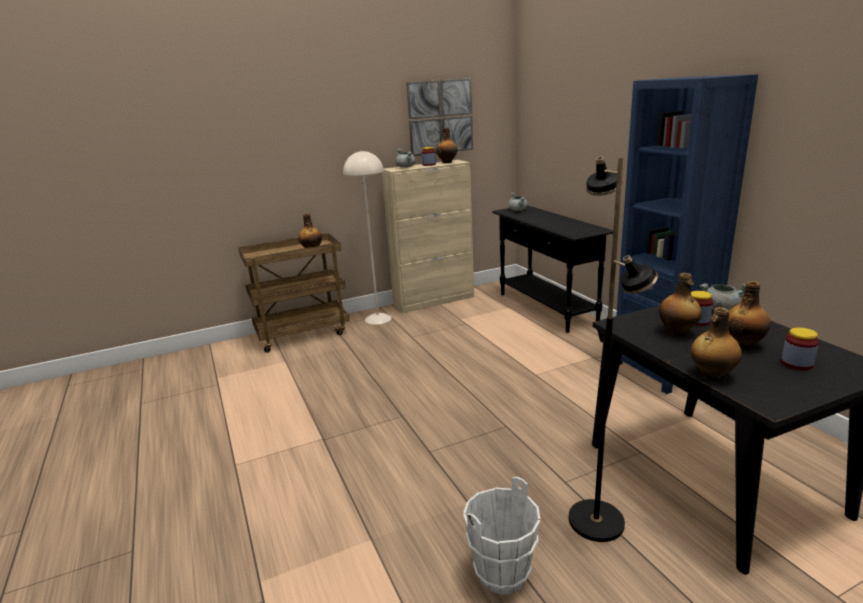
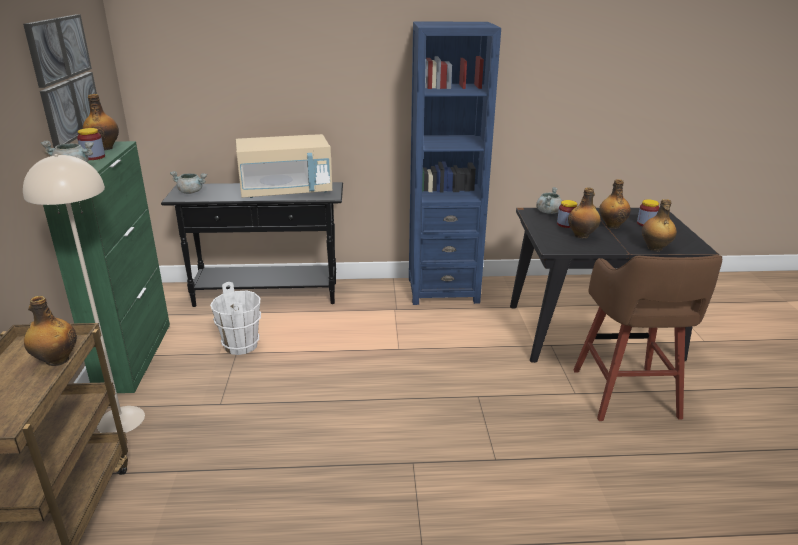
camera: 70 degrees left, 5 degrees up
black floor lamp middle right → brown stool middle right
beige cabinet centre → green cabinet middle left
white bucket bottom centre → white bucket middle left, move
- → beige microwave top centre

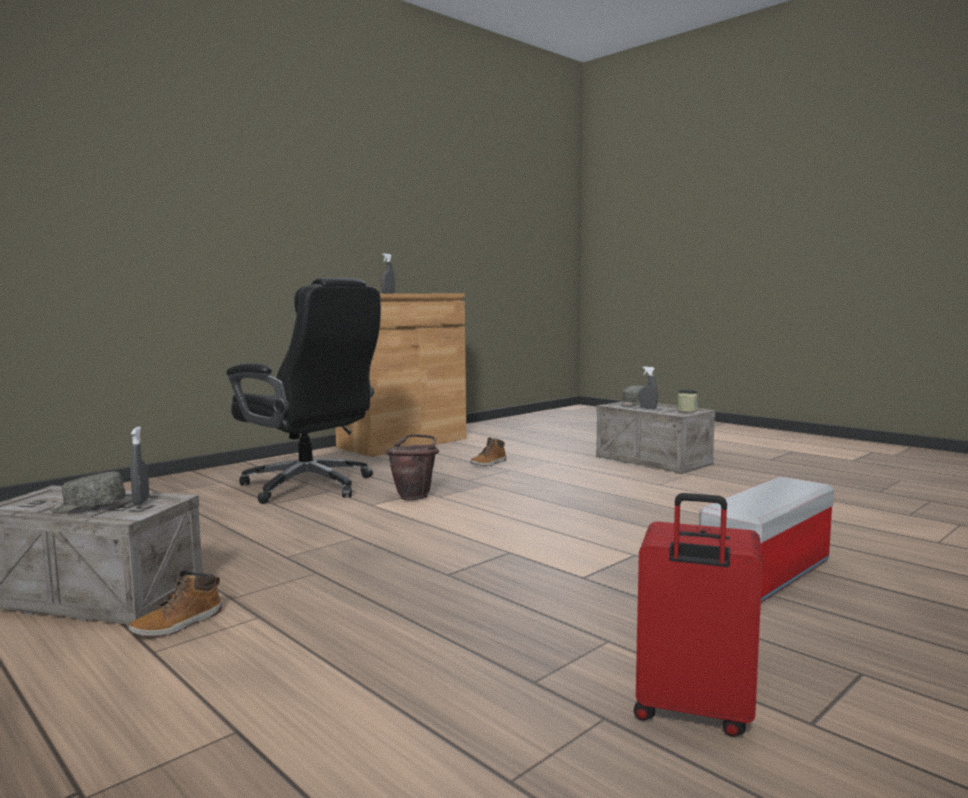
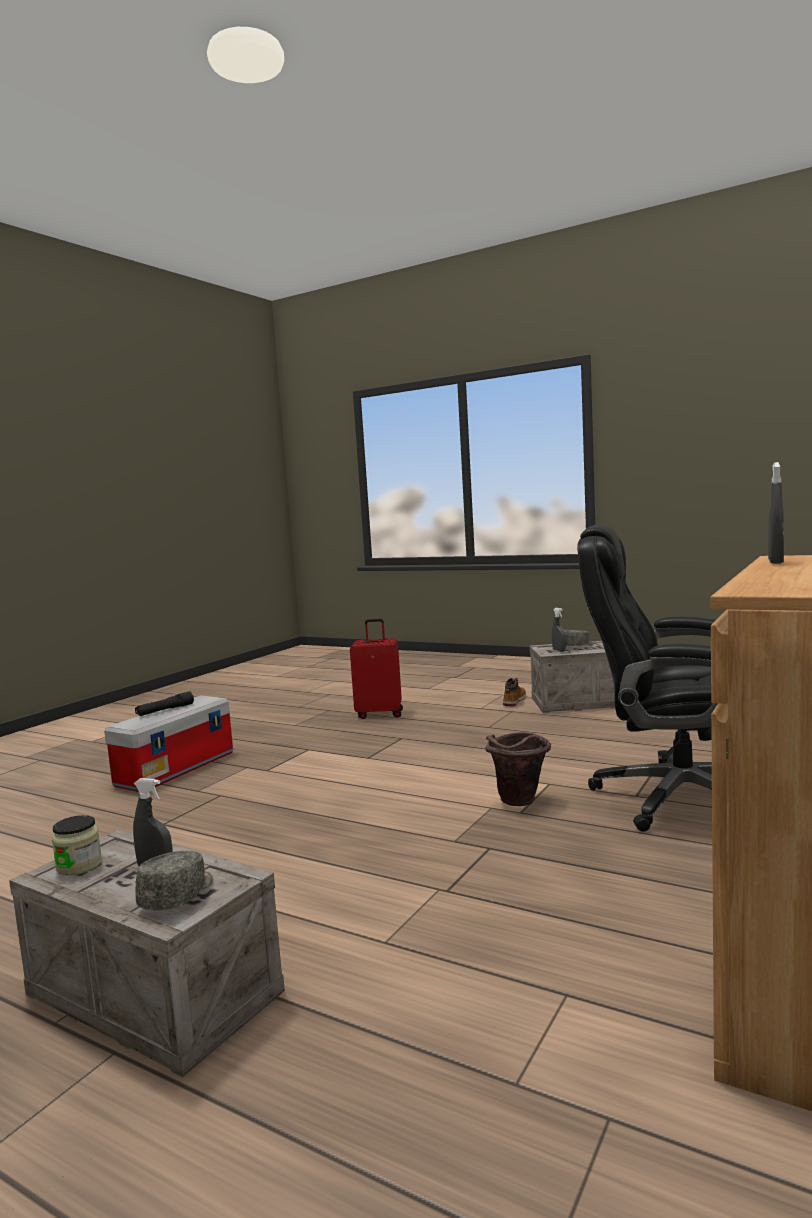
camera: 165 degrees right, 0 degrees up
boot (2nd from left) centre → -
red suitcase bottom right → red suitcase centre, move
- → black flashlight middle left

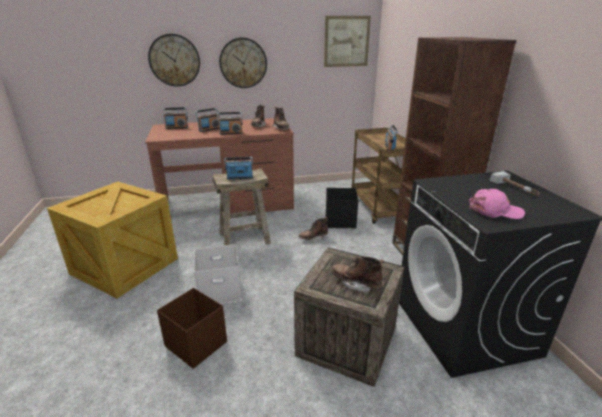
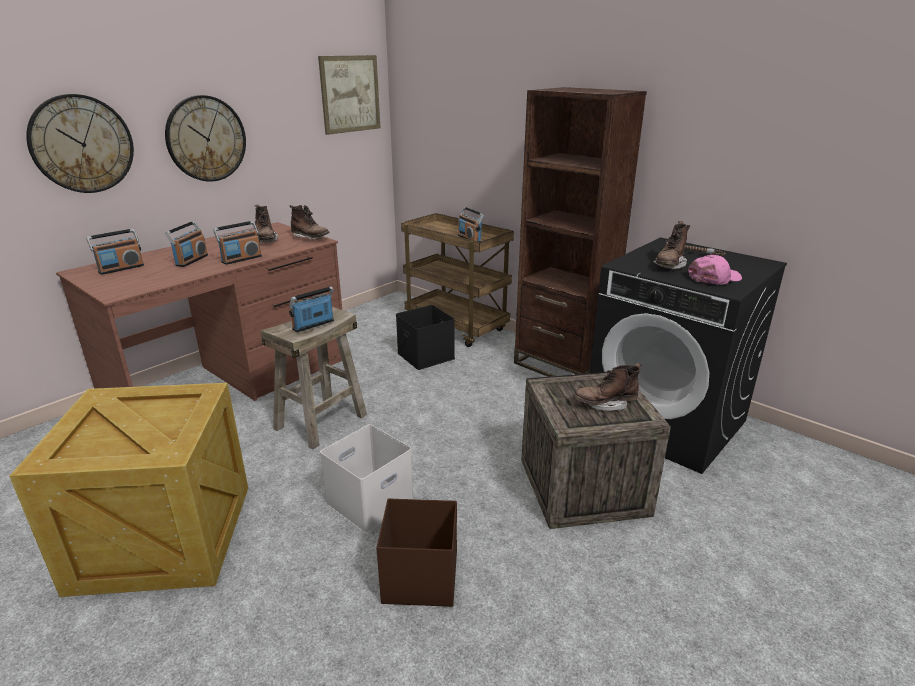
camera: 35 degrees left, 0 degrees up
brown boot (3rd from left in the first image) centre → brown boot (4th from left) middle right, move

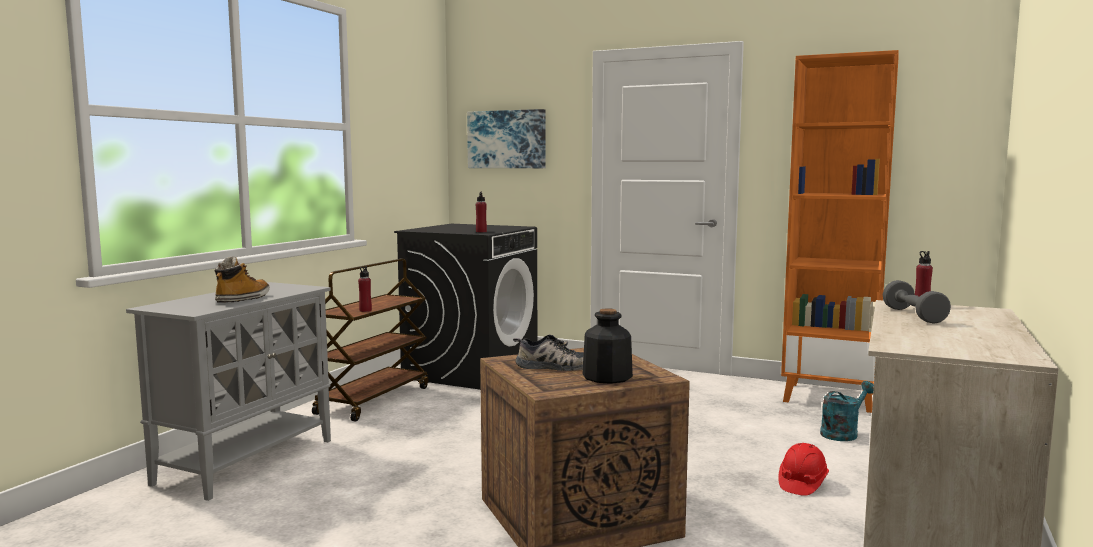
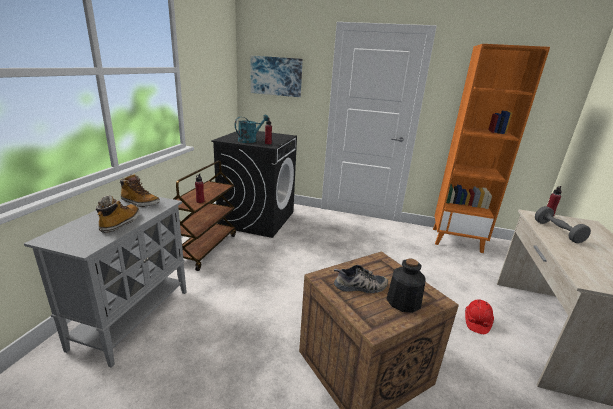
camera: 10 degrees left, 15 degrees up
turquoise watering can bottom right → turquoise watering can top centre, move
- → boot (2nd from left) middle left

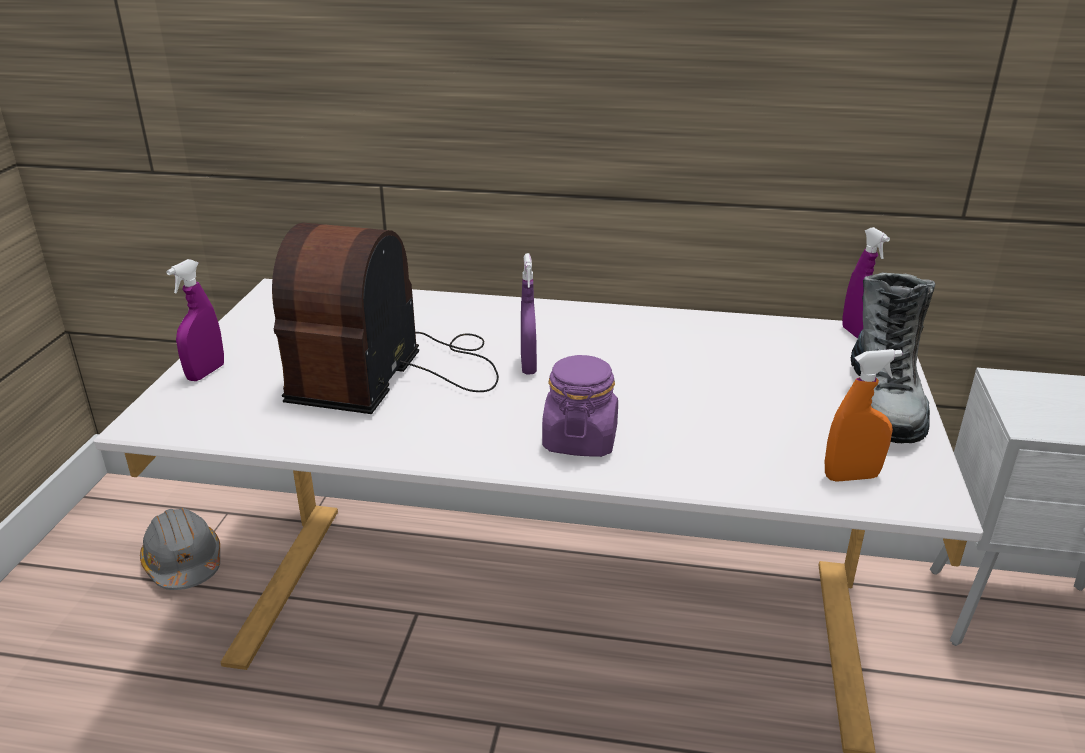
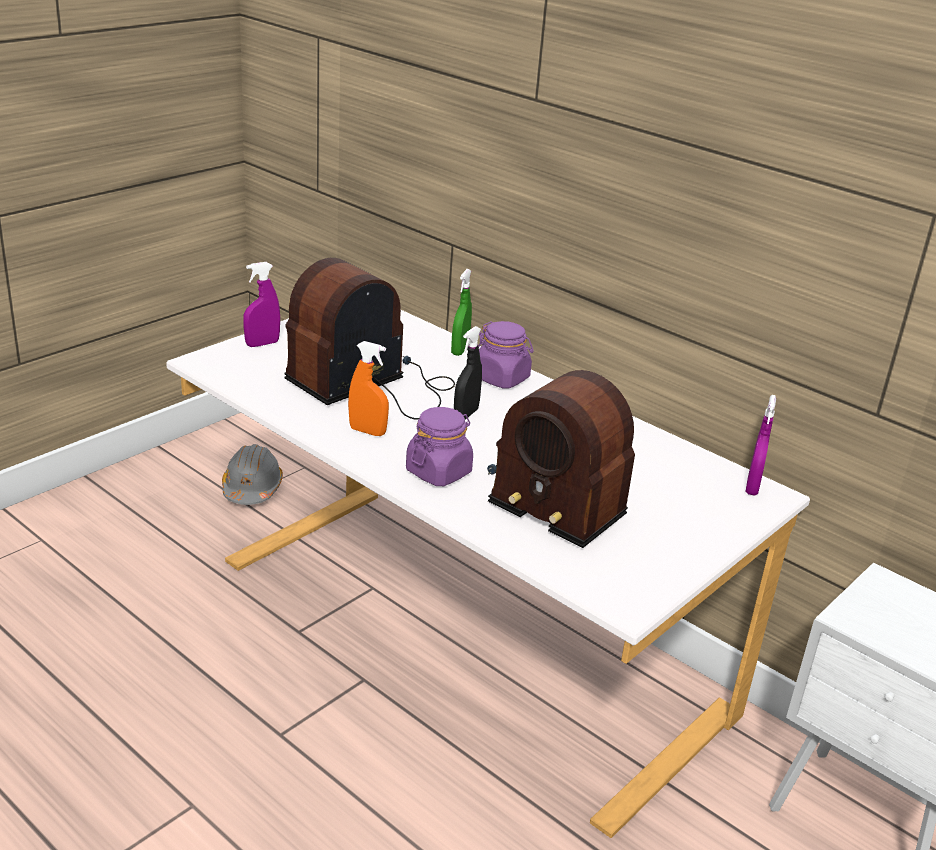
camera: 30 degrees right, 0 degrees up
purple spray bottle (2nd from left) centre → black spray bottle centre
boot middle right → -
orange spray bottle middle right → orange spray bottle centre, move
- → green spray bottle centre
- → purple jar (2nd from left) centre
- → radio (2nd from left) centre

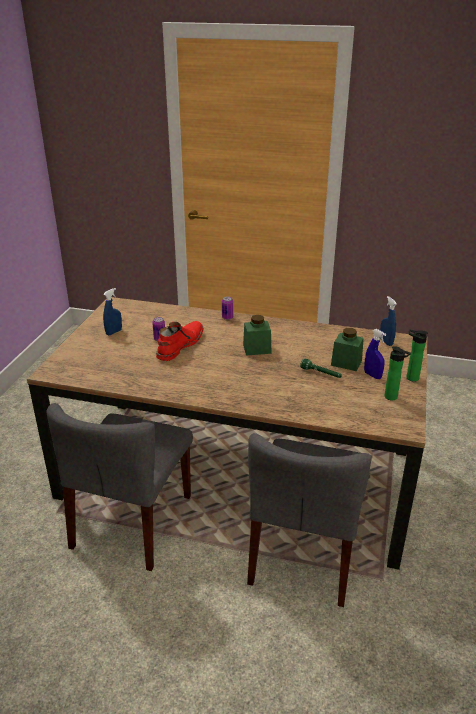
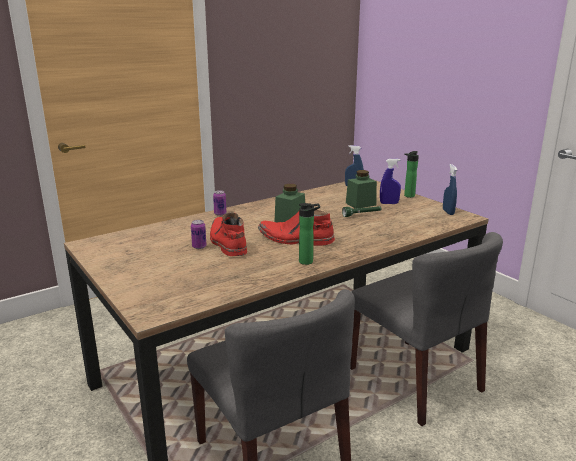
camera: 50 degrees left, 10 degrees down
blue spray bottle (1st from left in the first image) middle left → blue spray bottle (3rd from left) middle right, move
bottle (1st from left) middle right → bottle (1st from left) centre, move
- → red boot (2nd from left) centre

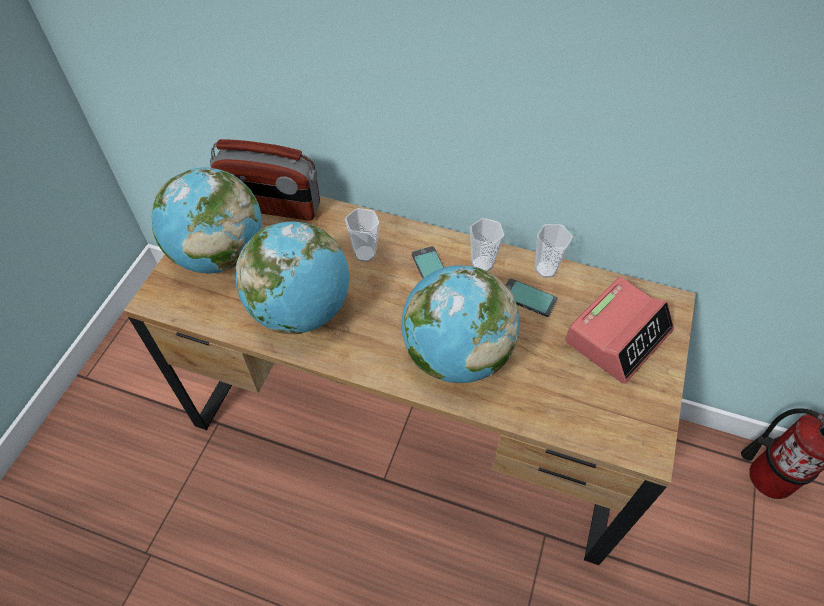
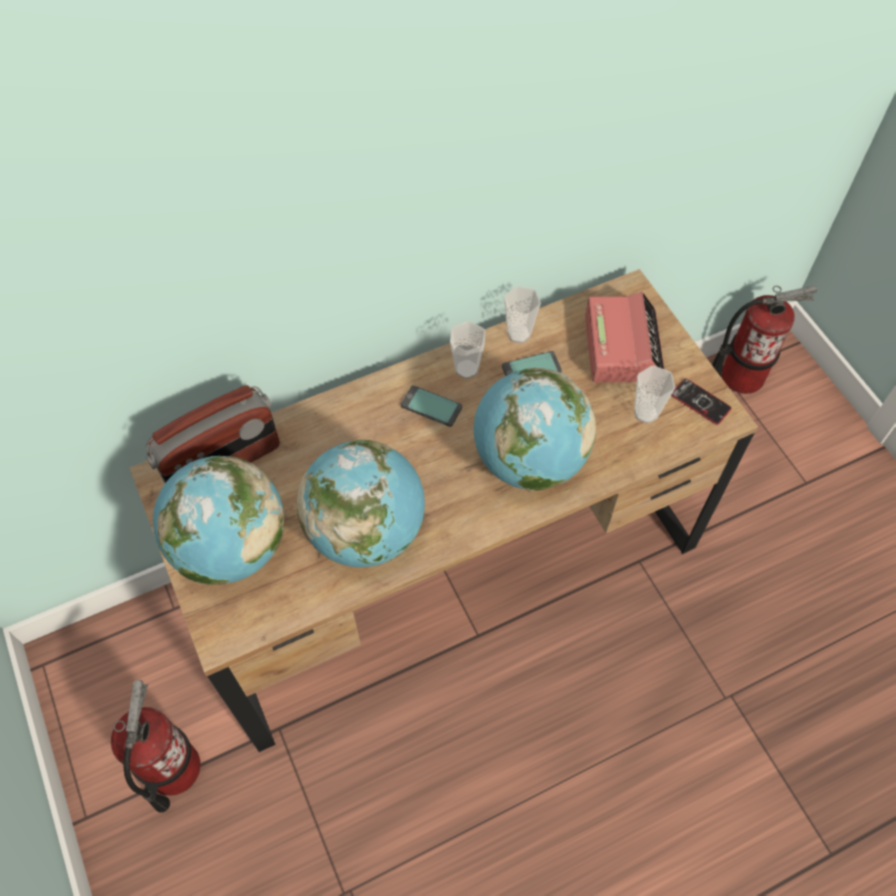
camera: 45 degrees left, 5 degrees up
cup (1st from left in the first image) centre → cup (3rd from left) middle right, move
- → phone (3rd from left) middle right
- → fire extinguisher (1st from left) bottom left

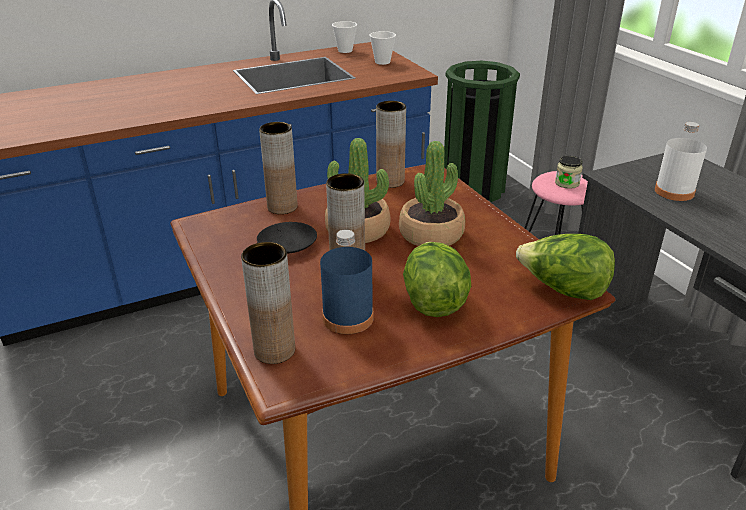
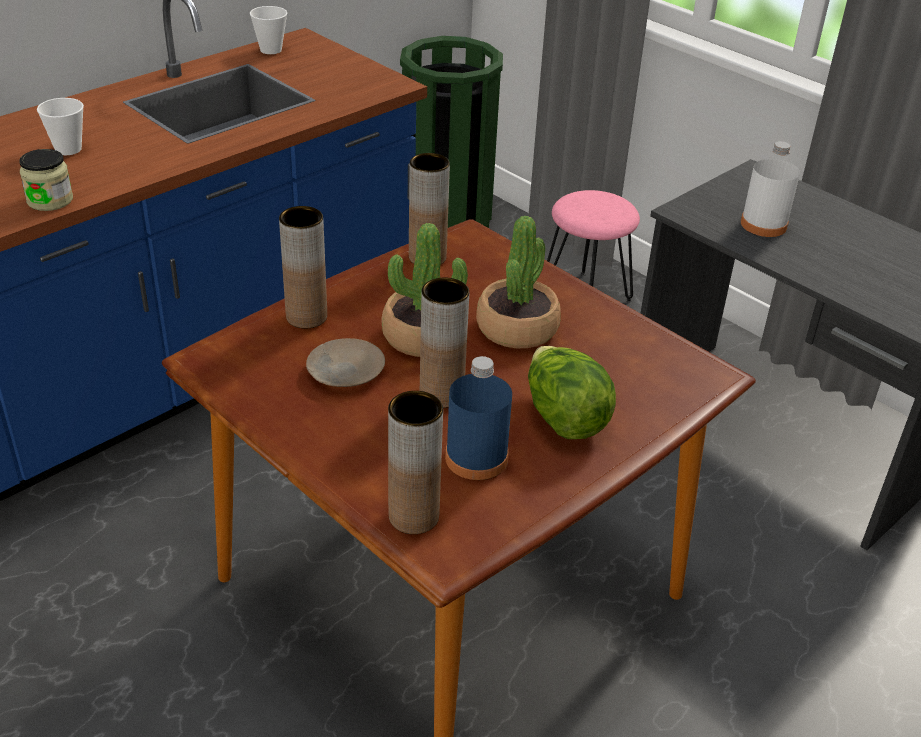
camera: 20 degrees left, 5 degrees up
cup (2nd from left in the first image) top centre → cup (1st from left) top left, move
jar middle right → jar top left, move
black plate centre → beige plate centre
lettuce (2nd from left) middle right → -

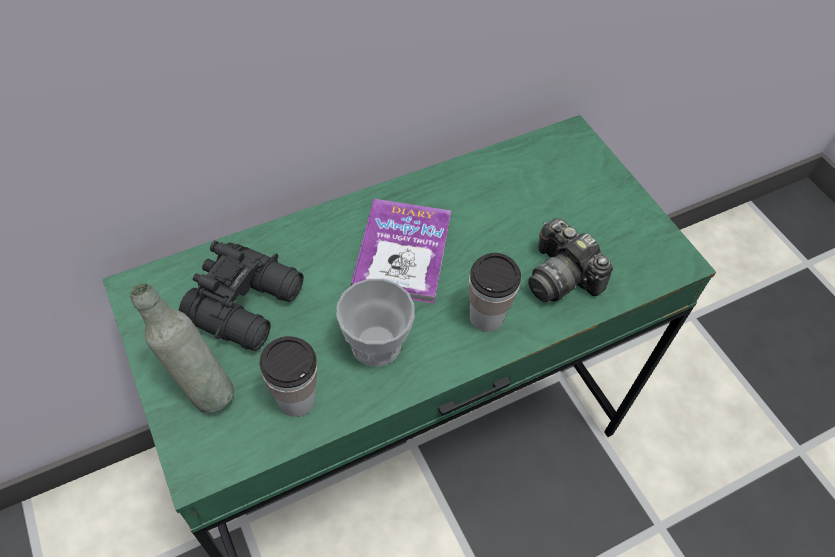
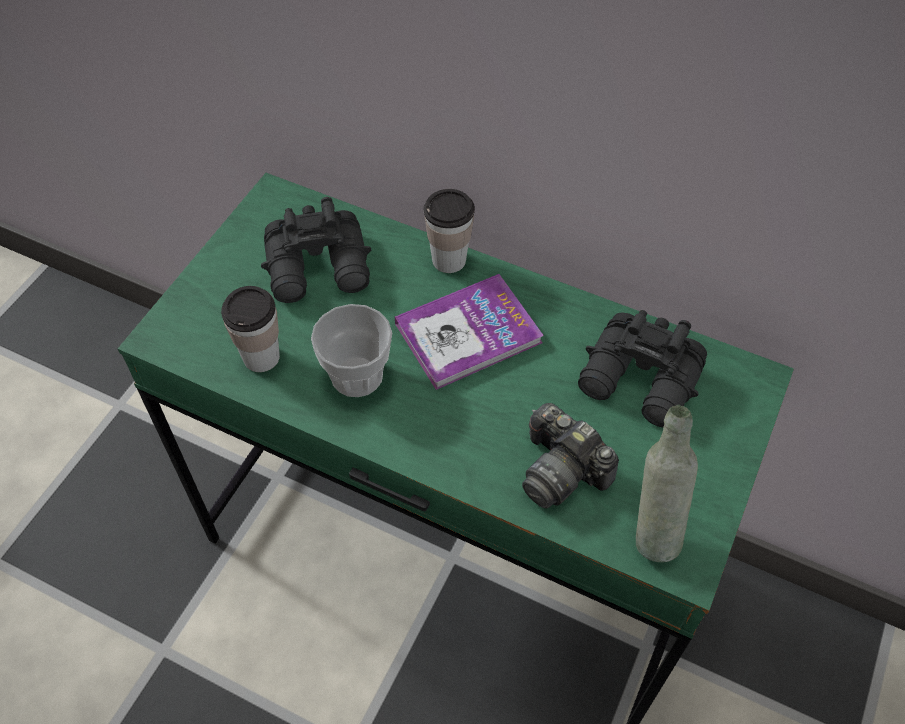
camera: 55 degrees right, 0 degrees up
photo camera middle right → photo camera centre, 60 degrees counterclockwise
cup (3rd from left) centre → cup (3rd from left) top centre, move
grey bottle middle left → grey bottle bottom right, move
- → black binoculars (2nd from left) middle right

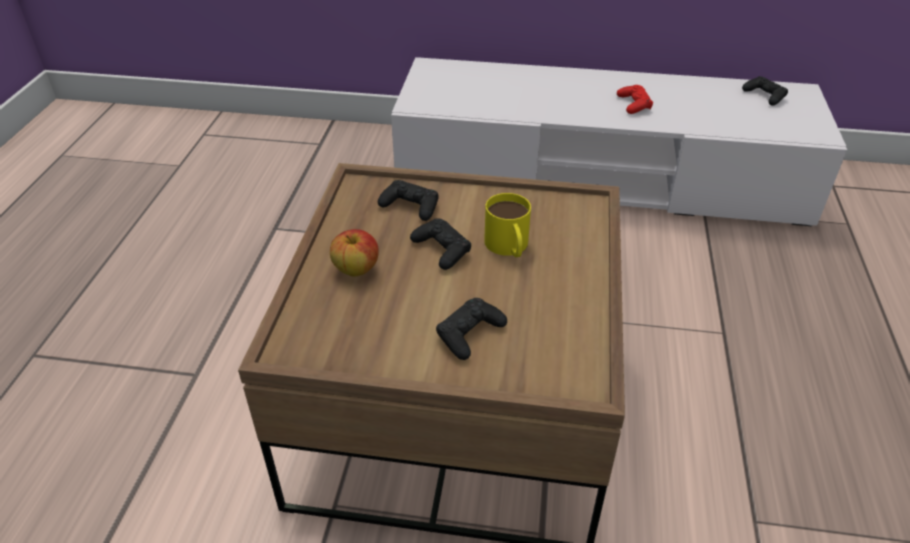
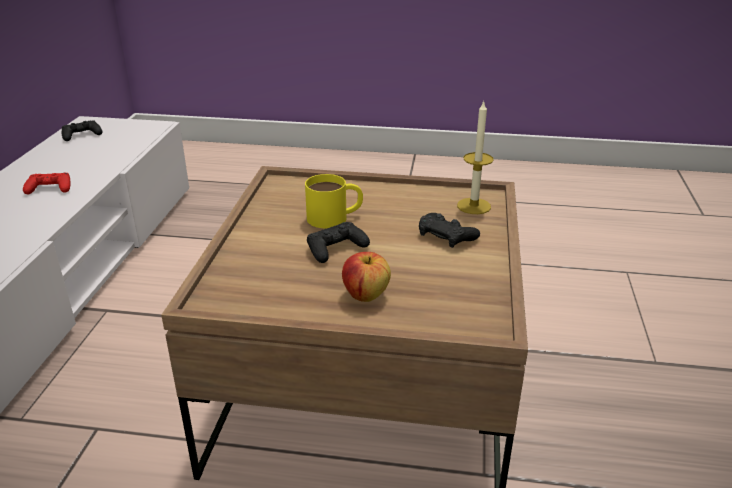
camera: 90 degrees left, 10 degrees down
black game controller (1st from left) centre → -
- → candle top centre

